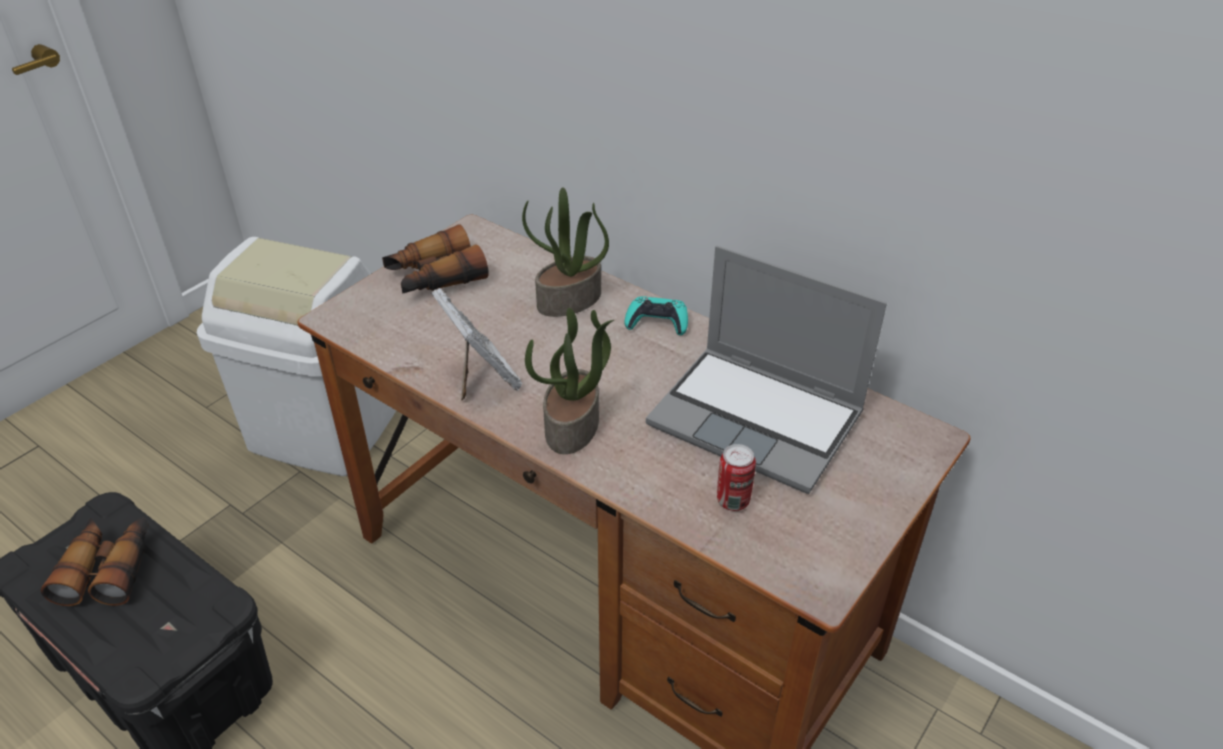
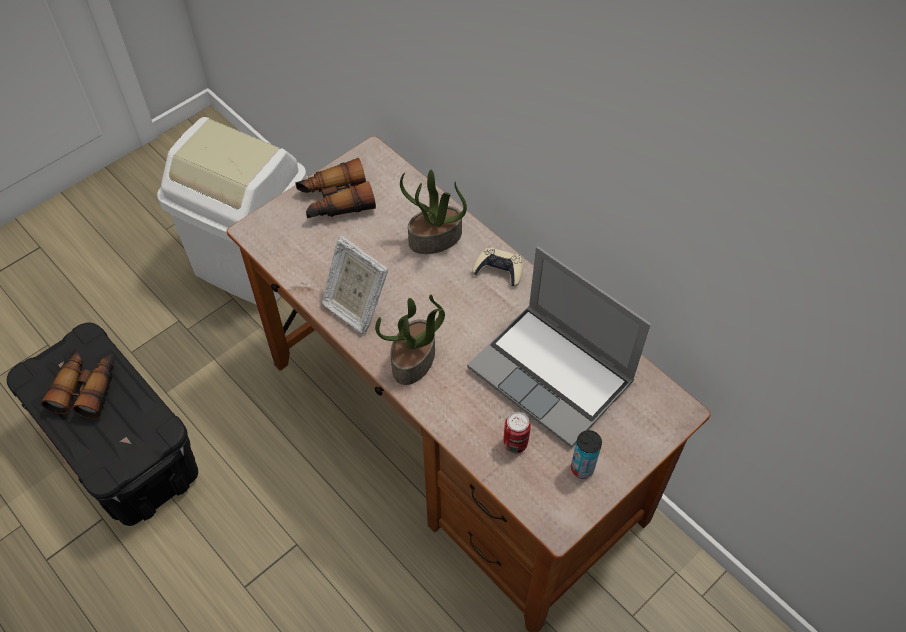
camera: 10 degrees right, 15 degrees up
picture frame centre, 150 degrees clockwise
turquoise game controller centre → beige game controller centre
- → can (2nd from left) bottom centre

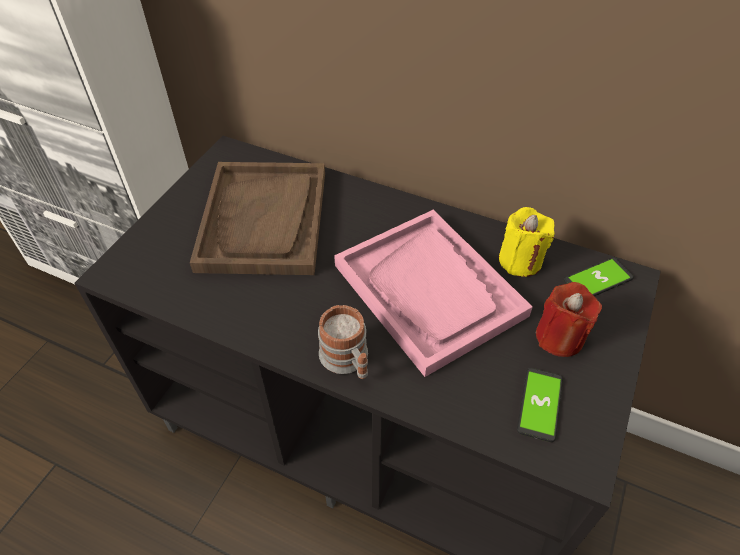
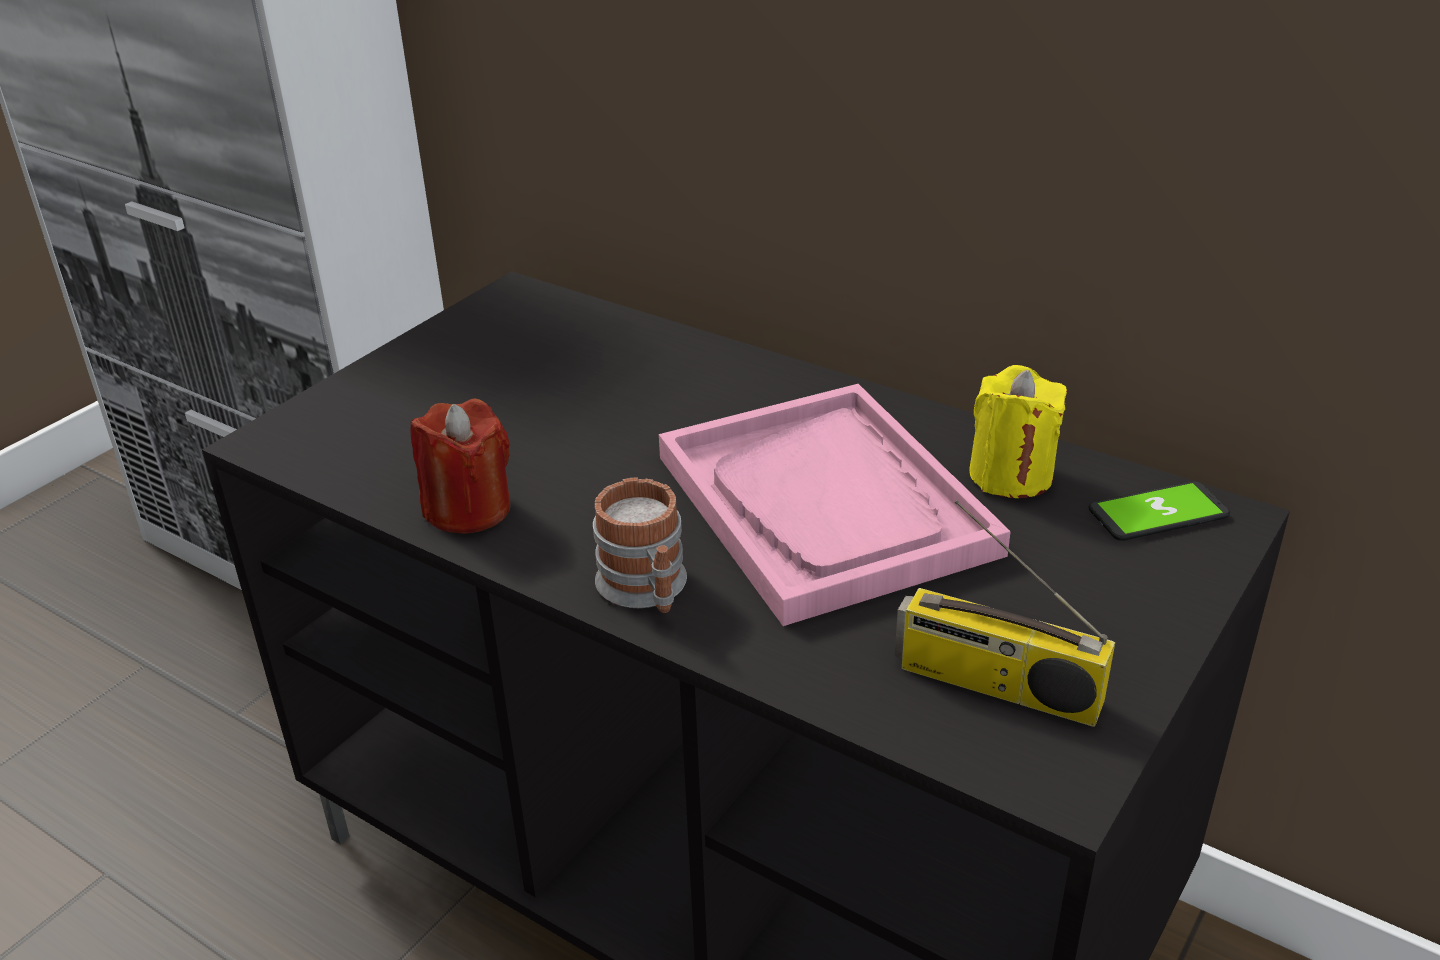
camera: 10 degrees right, 15 degrees down
brown tray centre → -
red candle middle right → red candle middle left, move
phone (1st from left) bottom right → radio middle right

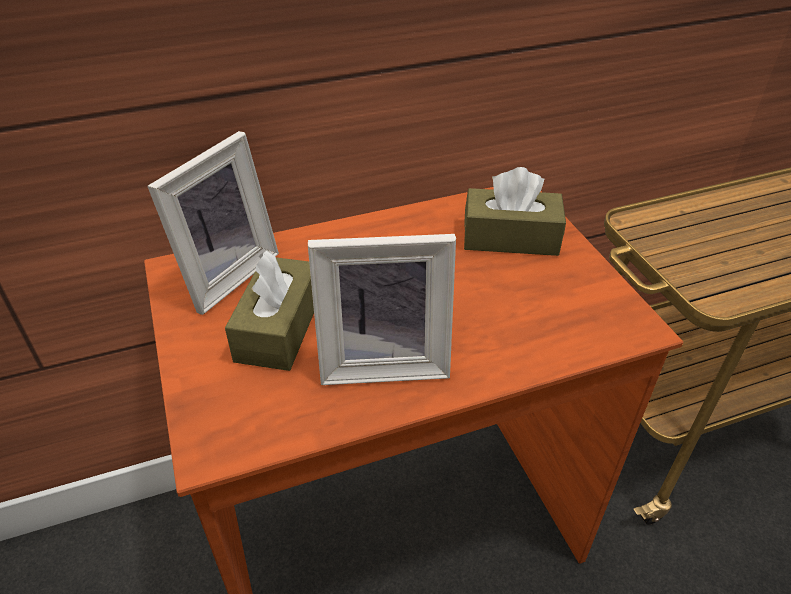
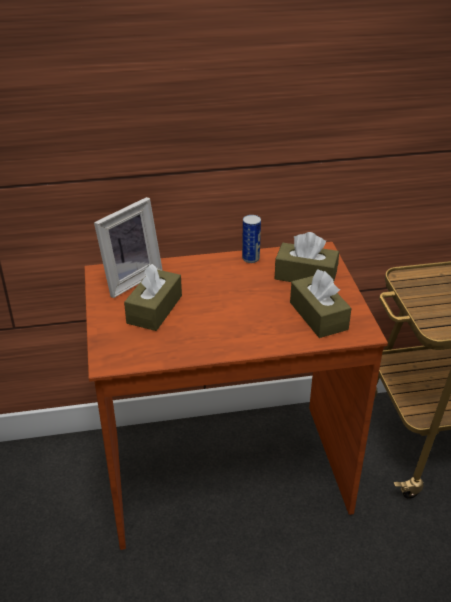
camera: 10 degrees right, 5 degrees down
picture frame (2nd from left) centre → -
- → can centre
- → brown tissue box (3rd from left) middle right

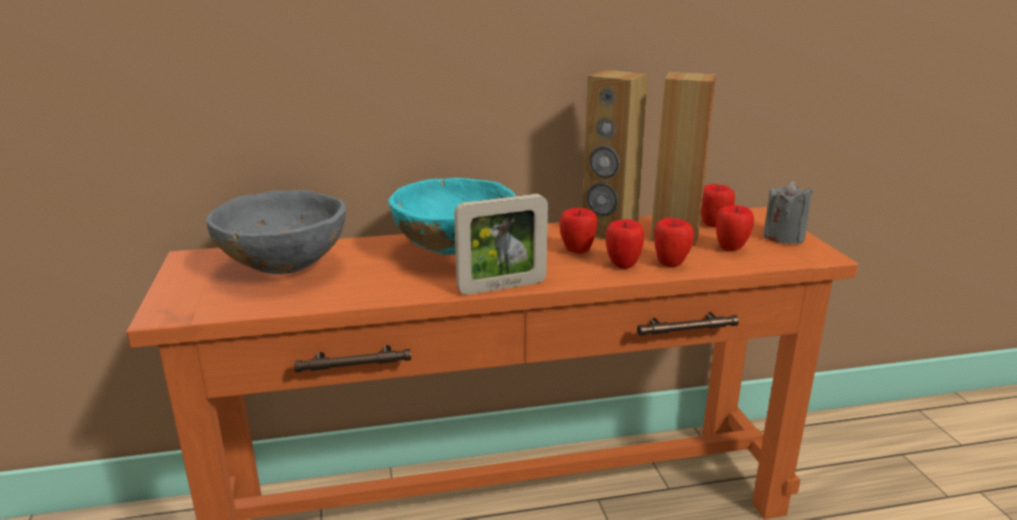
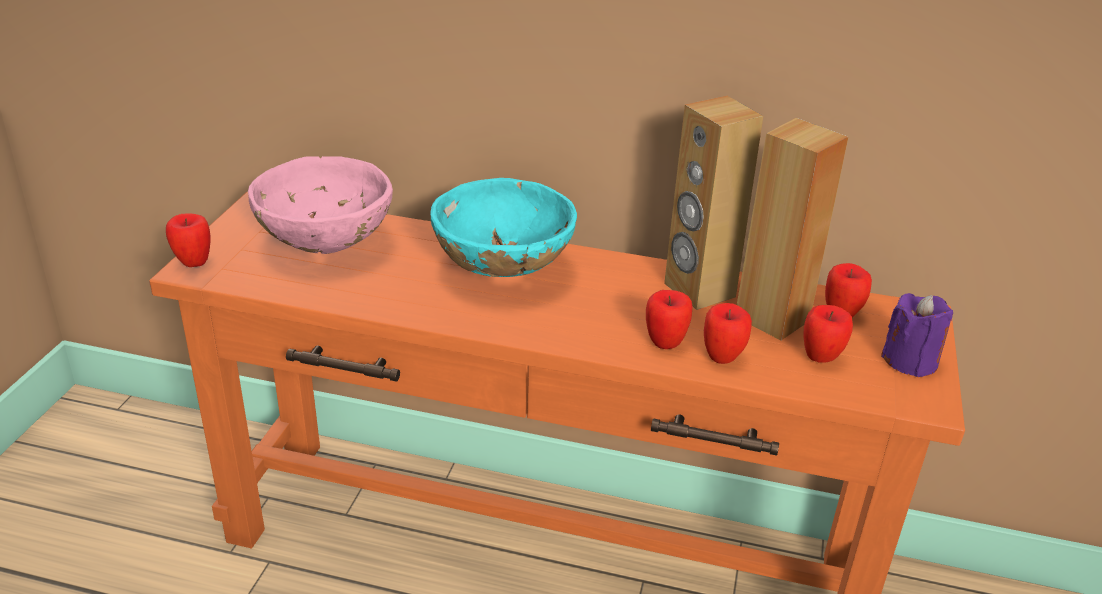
camera: 25 degrees right, 10 degrees up
grey candle middle right → purple candle middle right
grey bowl middle left → pink bowl middle left
picture frame centre → -
apple (1st from left) centre → apple (1st from left) middle left, move

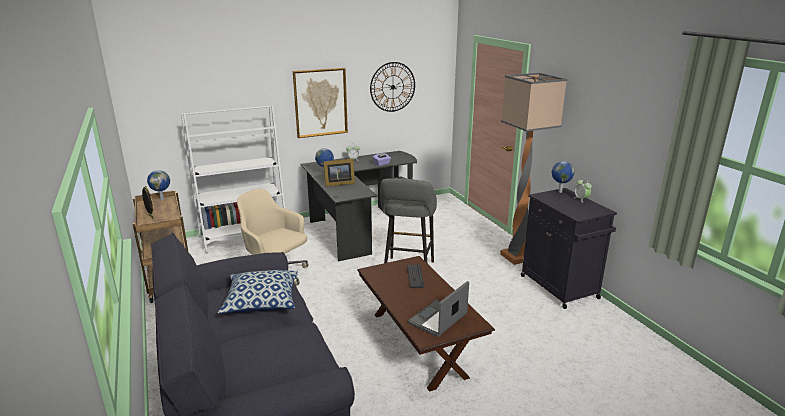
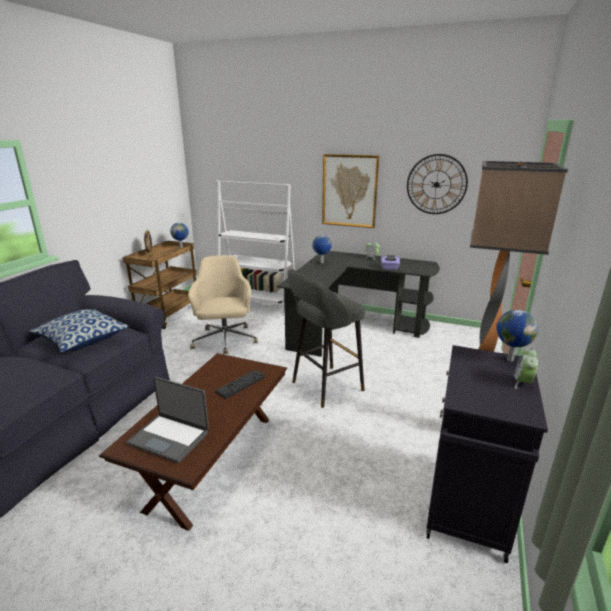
camera: 45 degrees right, 0 degrees up
picture frame (2nd from left) centre → -
laptop bottom centre → laptop bottom left, 150 degrees counterclockwise

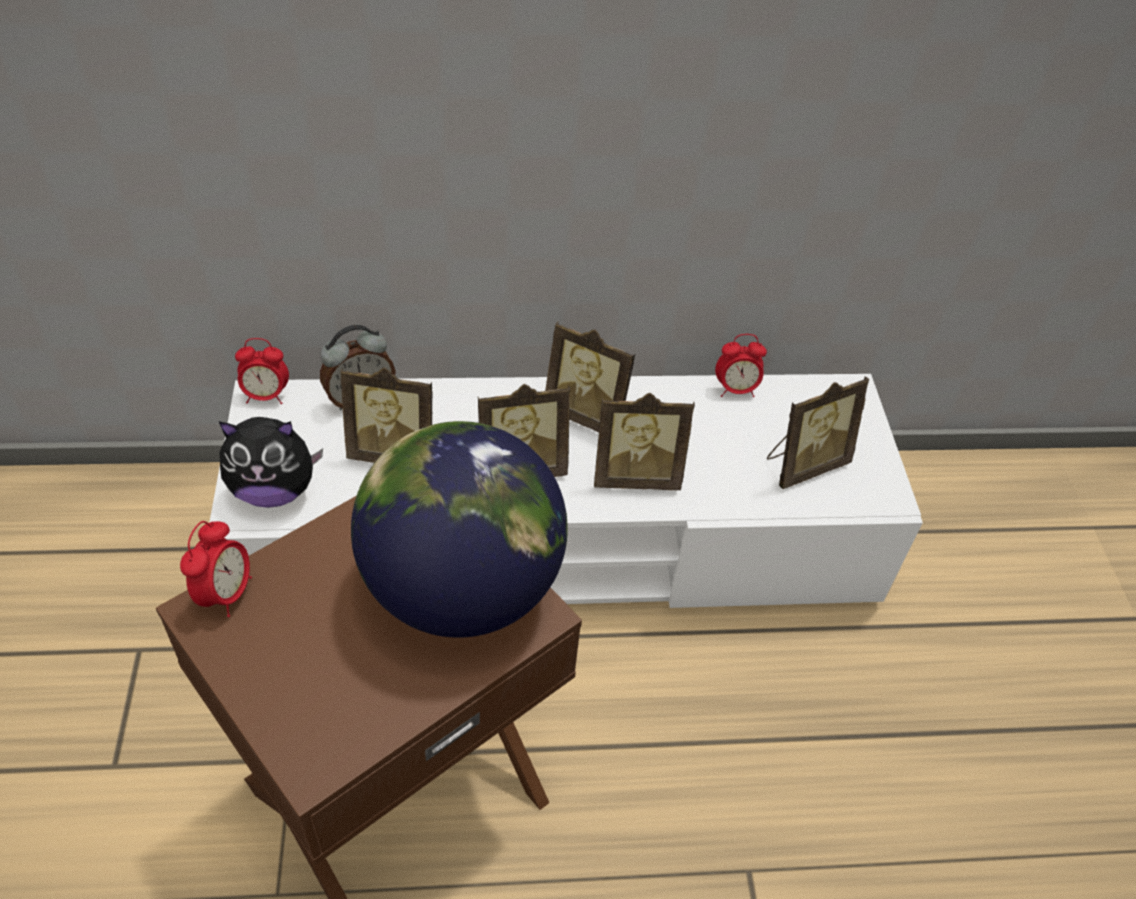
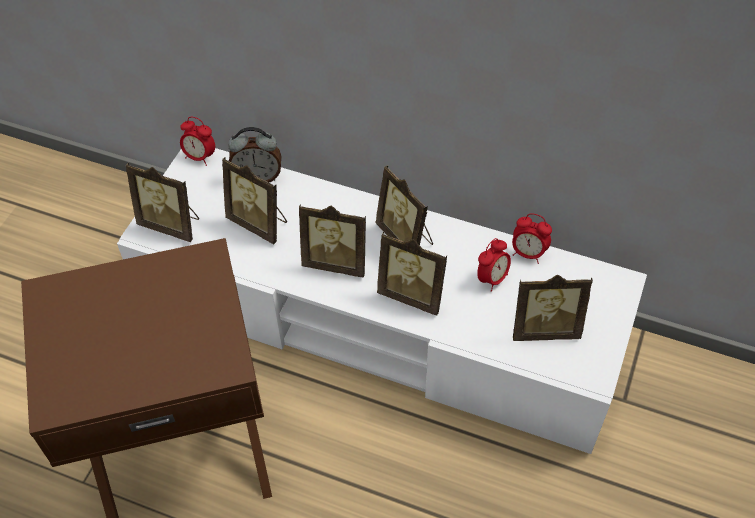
camera: 30 degrees right, 5 degrees up
plush toy middle left → picture frame (1st from left) middle left
globe centre → -
alarm clock (1st from left in the first image) middle left → alarm clock (3rd from left) centre, move

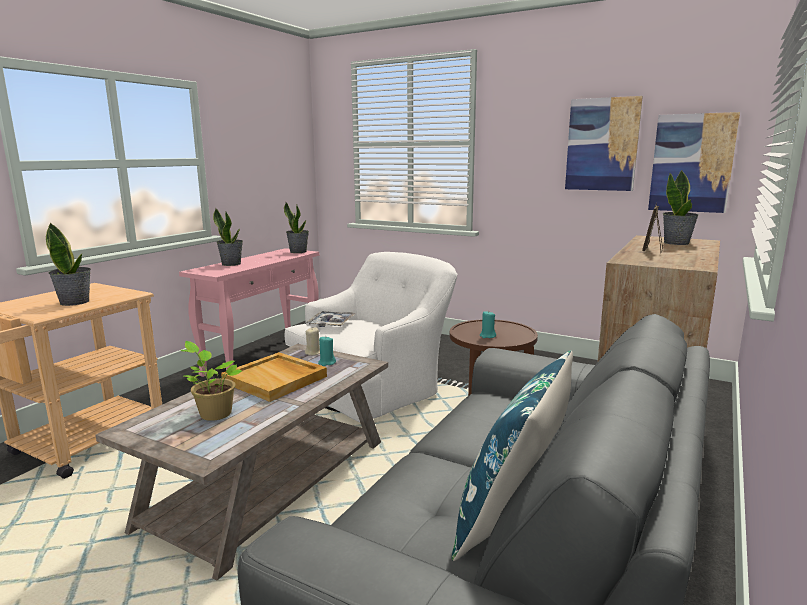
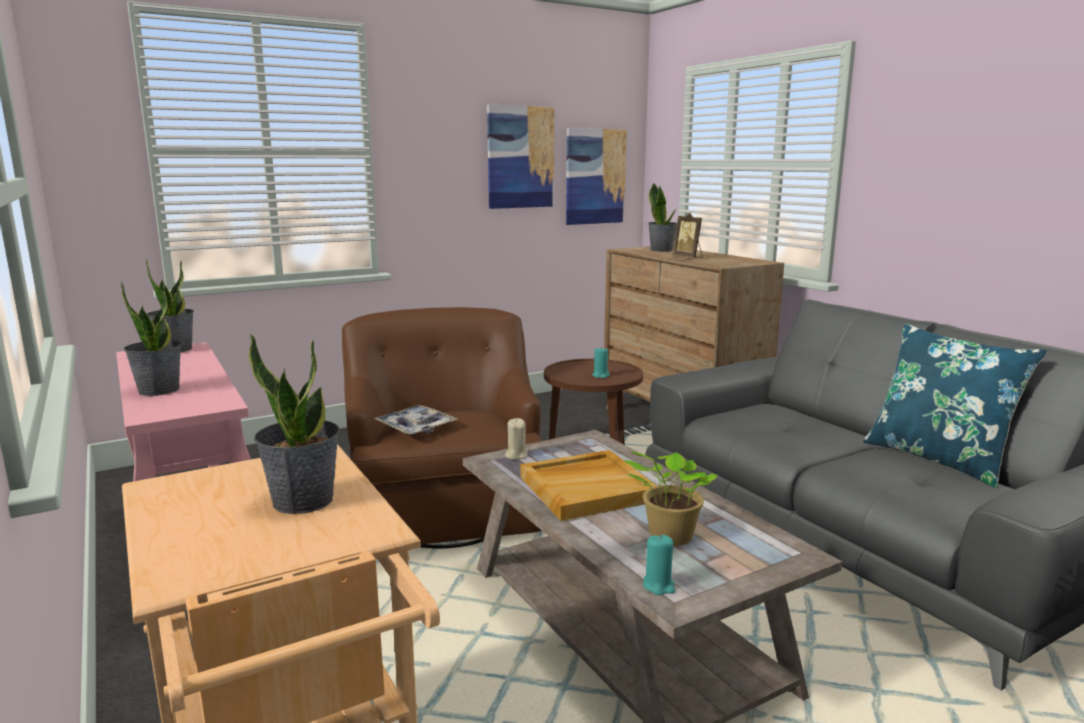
camera: 60 degrees left, 0 degrees up
white armchair centre → brown armchair centre
turquoise candle (1st from left in the first image) centre → turquoise candle (2nd from left) bottom centre, move

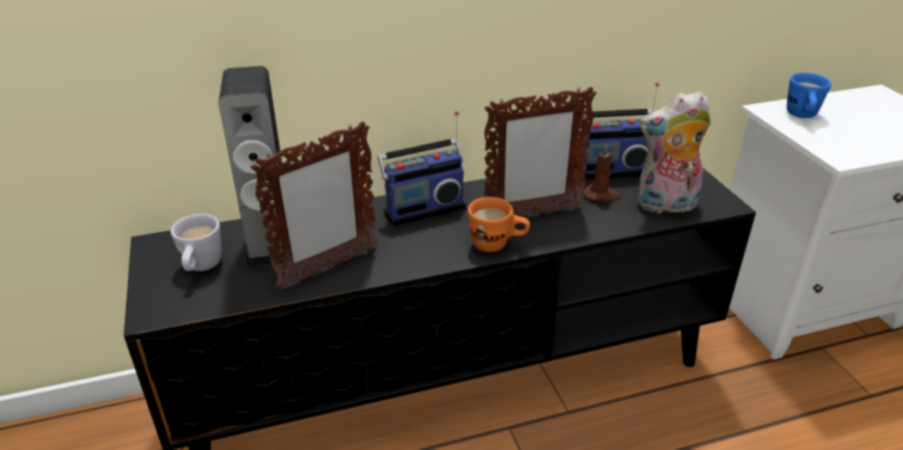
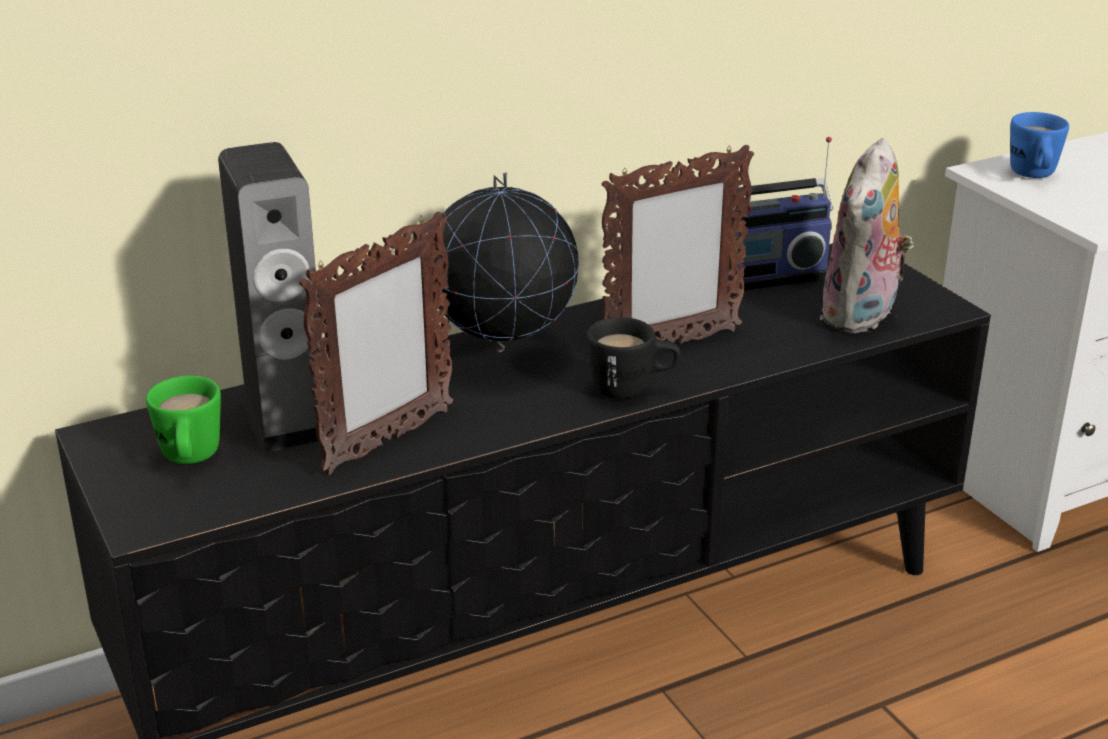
camera: 10 degrees left, 5 degrees down
plush toy middle right → plush toy top right, 45 degrees counterclockwise
radio (1st from left) centre → globe centre
brown candle centre → -
orange mug centre → black mug centre
white mug middle left → green mug middle left

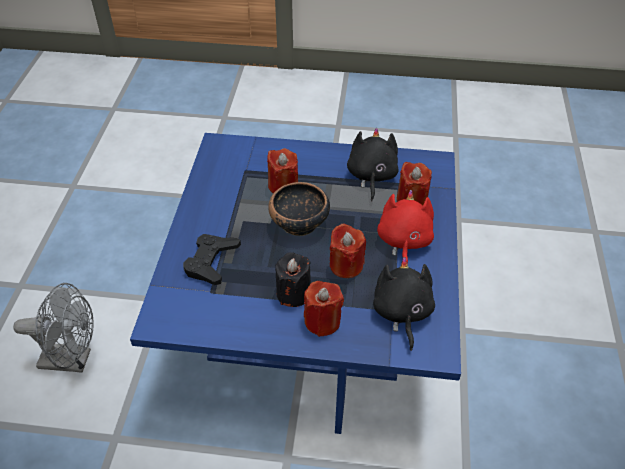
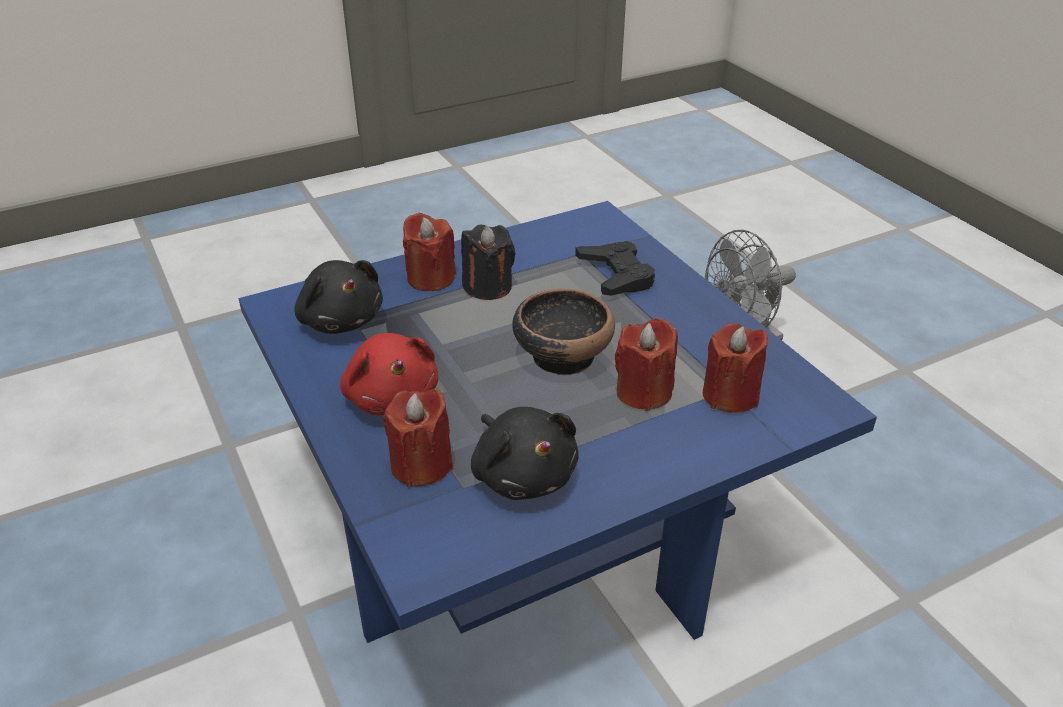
camera: 145 degrees right, 10 degrees down
red candle (3rd from left in the first image) centre → red candle (4th from left) middle right, move

